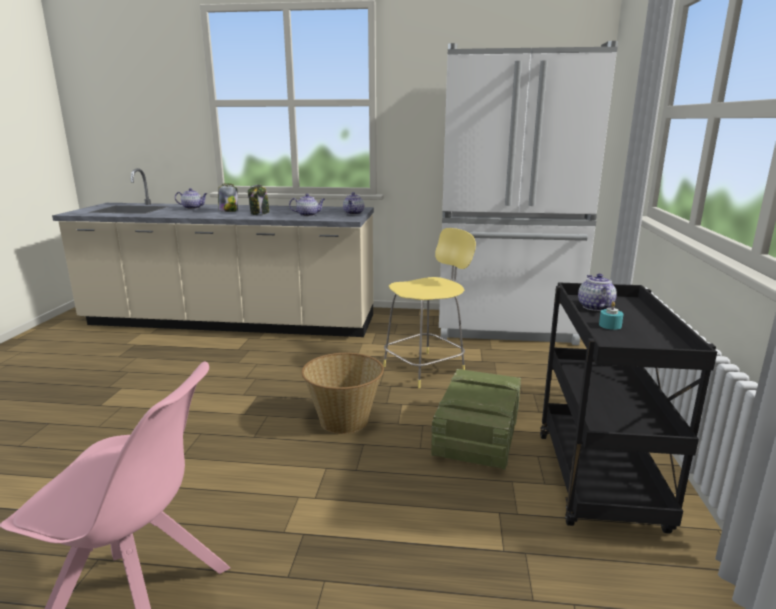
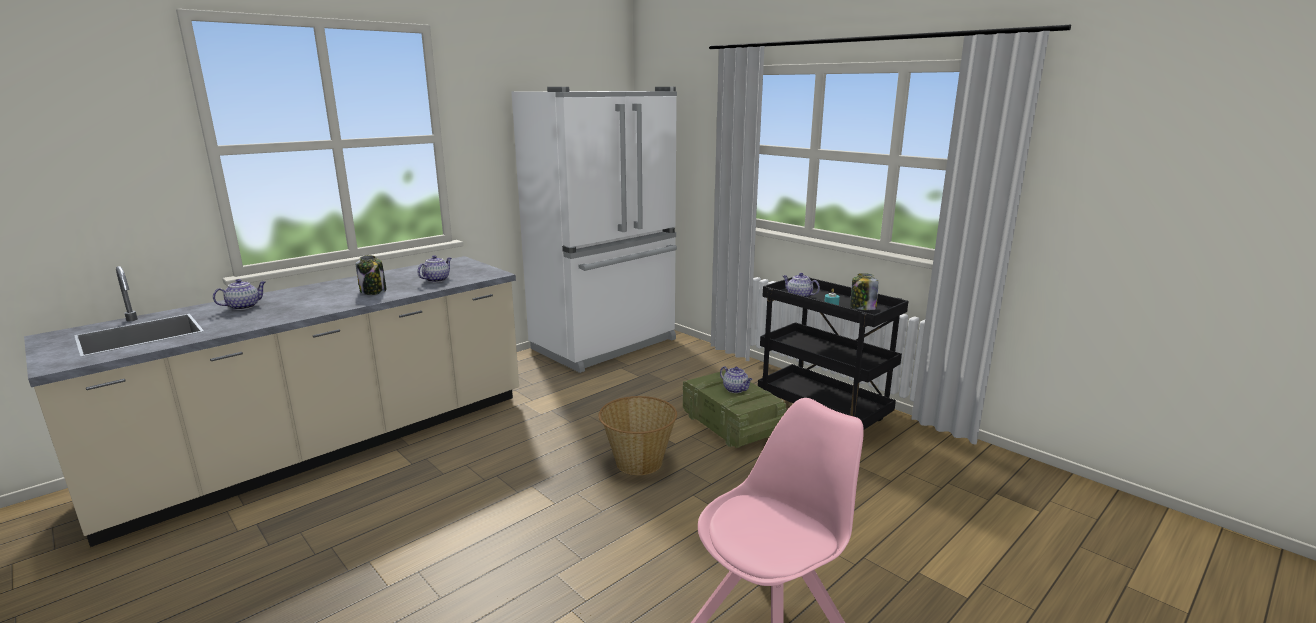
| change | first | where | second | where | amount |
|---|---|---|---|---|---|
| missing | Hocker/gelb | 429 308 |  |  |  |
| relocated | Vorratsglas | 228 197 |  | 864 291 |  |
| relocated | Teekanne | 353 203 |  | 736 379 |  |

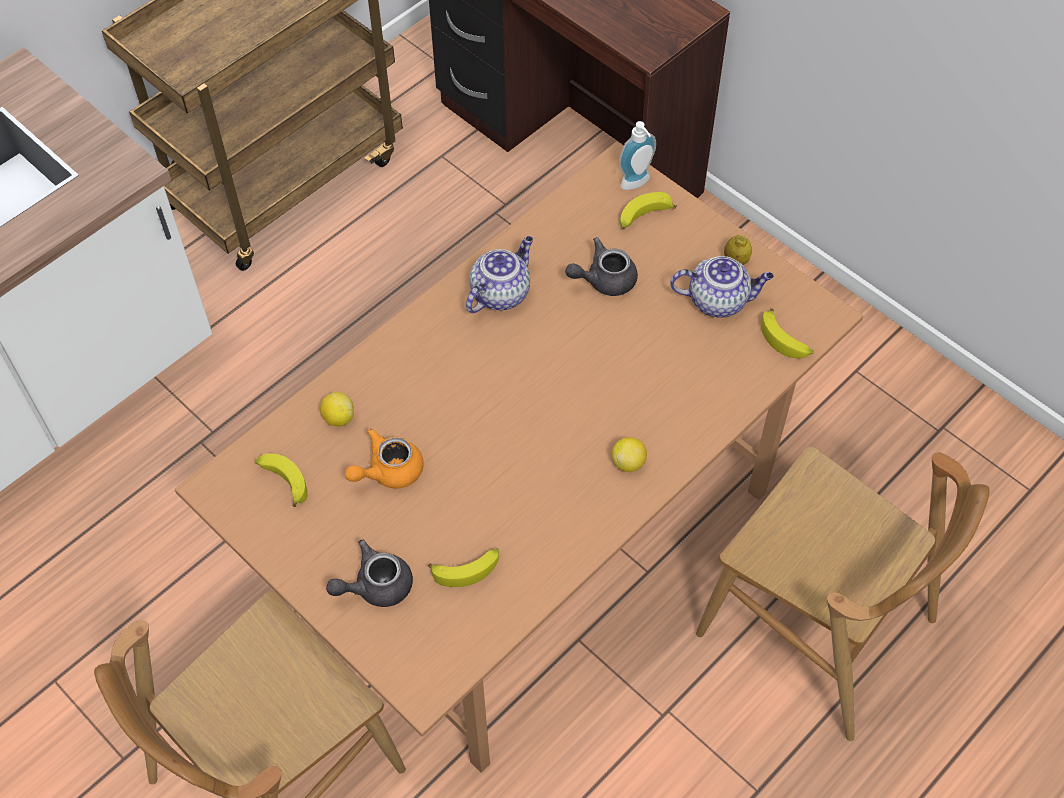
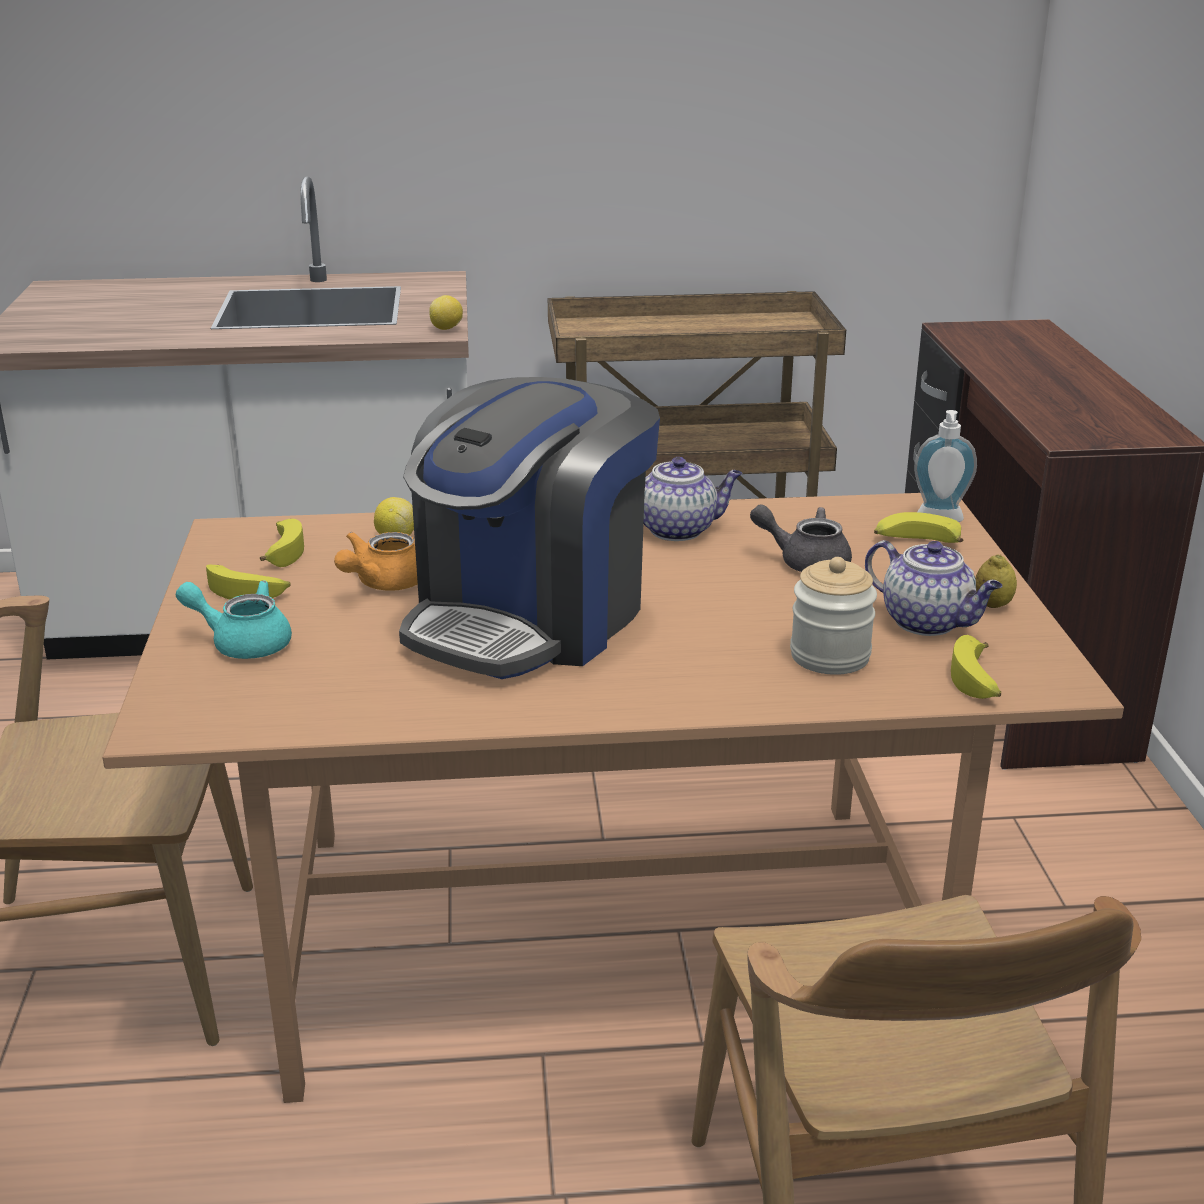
| change | first | where | second | where | amount |
|---|---|---|---|---|---|
| appeared |  |  | Kaffeemaschine | 529 528 |  |
| appeared |  |  | Vorratsglas | 833 616 |  |
| relocated | Banane | 463 567 |  | 248 582 |  |
| relocated | Zitrone | 629 454 |  | 446 312 |  |
| colour | Teekanne/grau | 369 573 | Teekanne/türkis | 233 619 |  |
| spun | Teekanne/orange | 384 458 |  | 376 561 | 60 degrees counterclockwise |

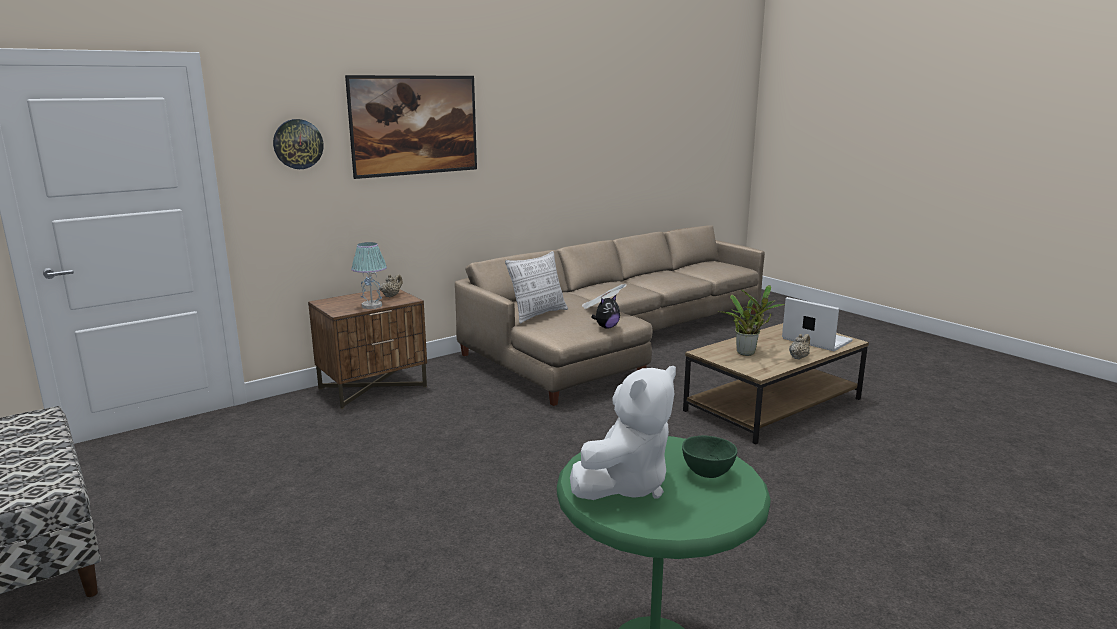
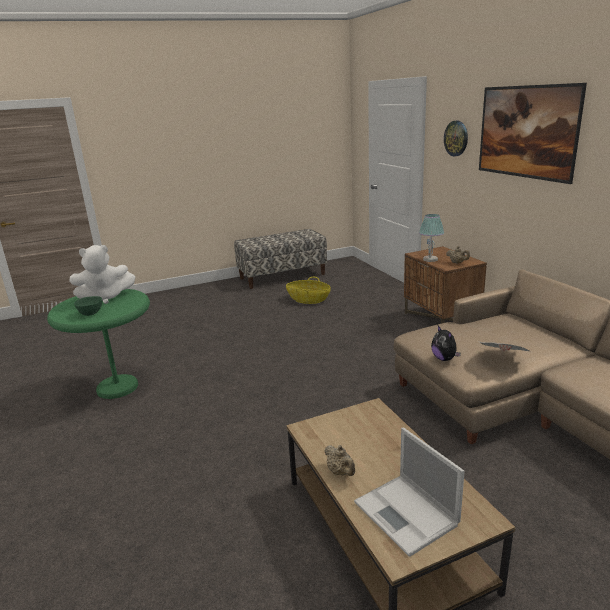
| change | first | where | second | where | amount |
|---|---|---|---|---|---|
| missing | Kissen | 536 287 |  |  |  |
| missing | Topfpflanze | 751 320 |  |  |  |
| appeared |  |  | Korb | 308 290 |  |
| spun | Plüschtier/weiß | 623 433 |  | 102 274 | 75 degrees counterclockwise |
| spun | Laptop | 817 324 |  | 409 492 | 90 degrees clockwise |

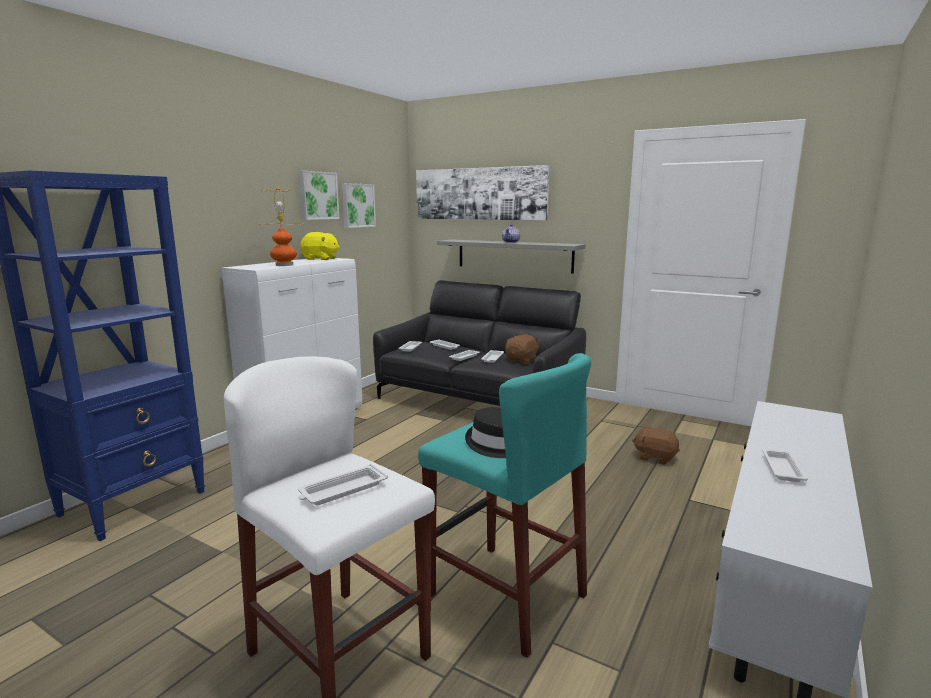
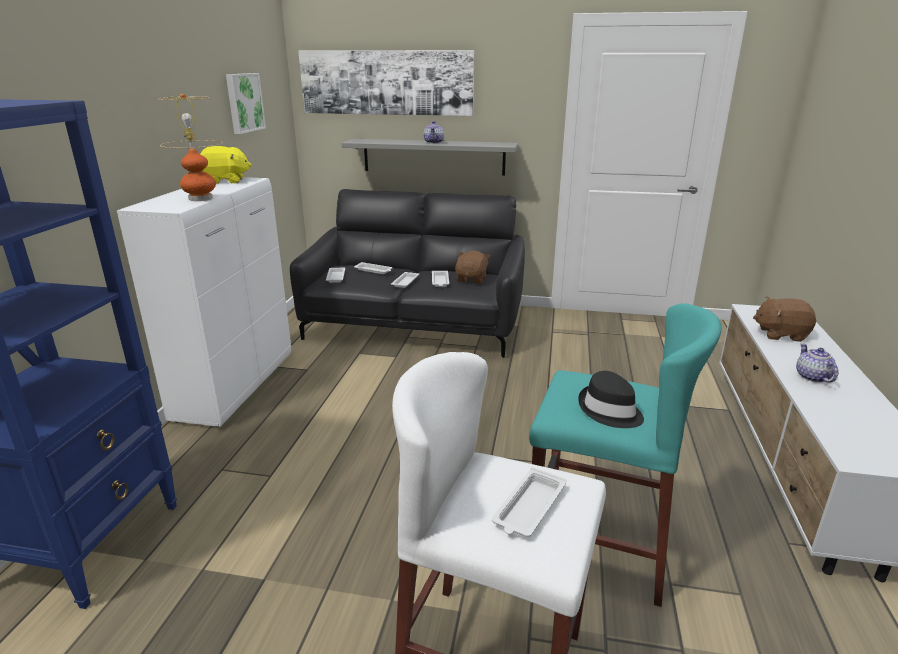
| change | first | where | second | where | amount |
|---|---|---|---|---|---|
| missing | Bild | 319 195 |  |  |  |
| relocated | Plüschtier/braun | 656 445 |  | 784 319 |  |
| exchanged | Tablett/weiß | 785 465 | Teekanne | 817 363 |  |

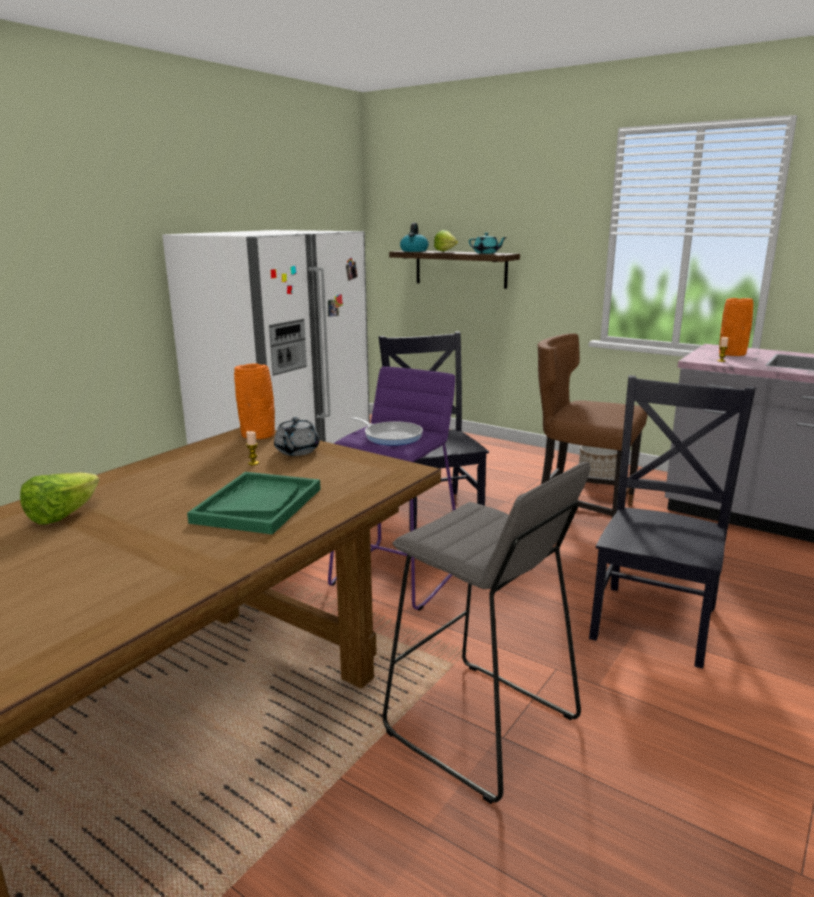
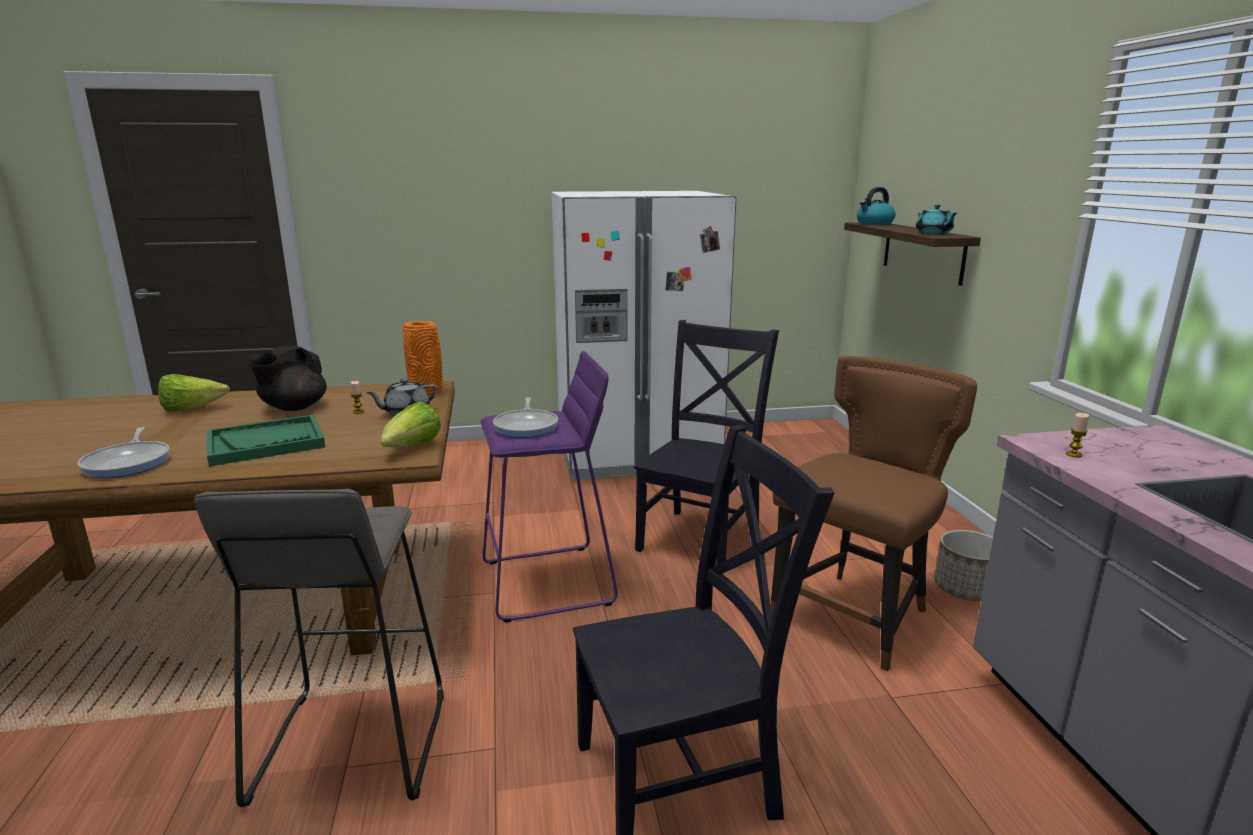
| change | first | where | second | where | amount |
|---|---|---|---|---|---|
| missing | Vase/orange | 736 327 |  |  |  |
| appeared |  |  | Pfanne | 124 452 |  |
| appeared |  |  | Teekanne/schwarz | 287 378 |  |
| relocated | Salatkopf | 446 241 |  | 411 424 |  |
| spun | Stuhl/braun | 593 425 |  | 874 514 | 60 degrees clockwise |

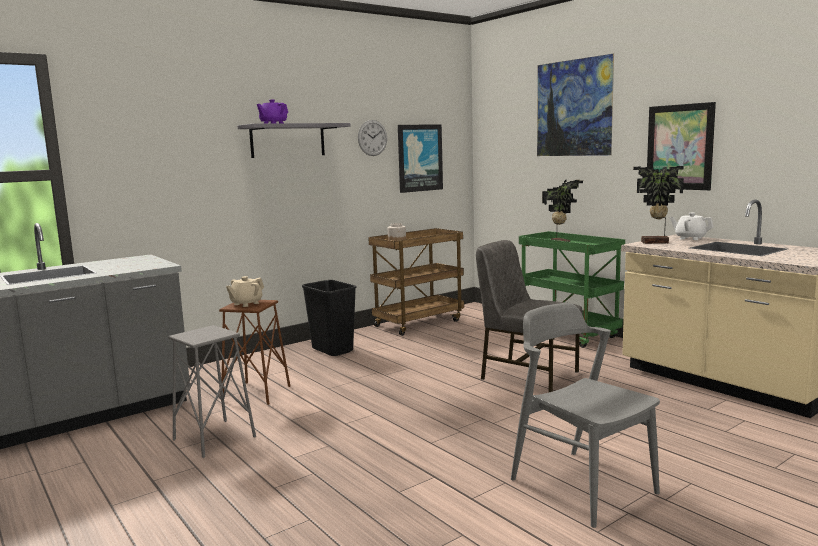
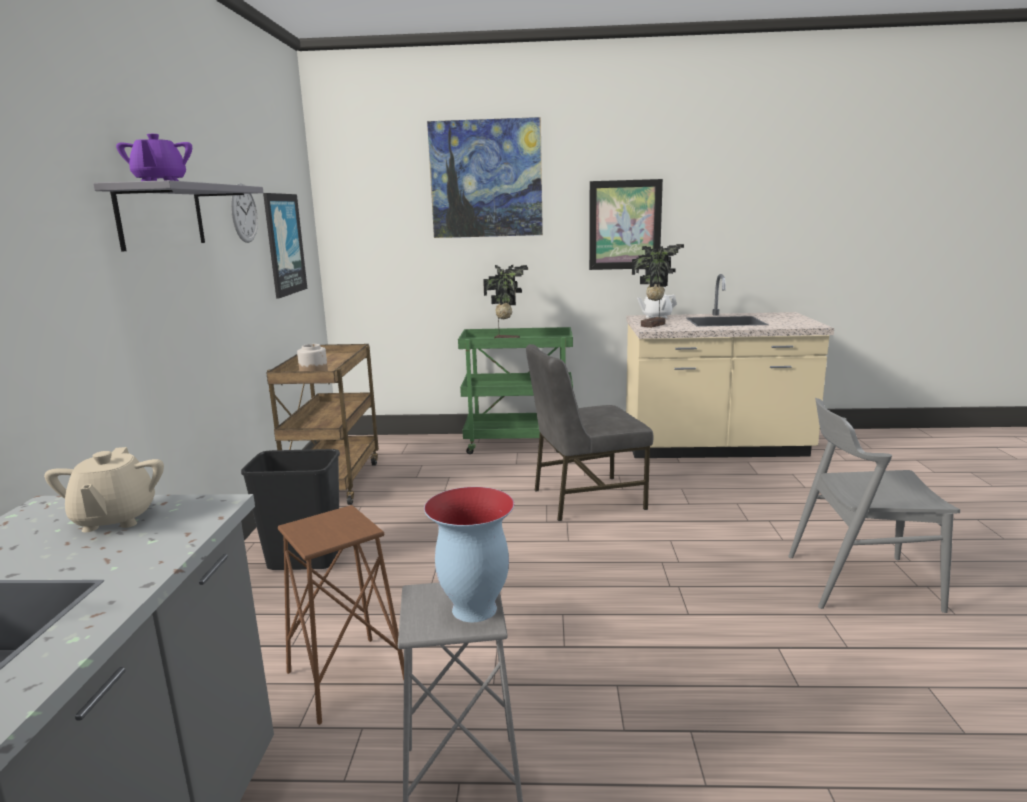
| change | first | where | second | where | amount |
|---|---|---|---|---|---|
| appeared |  |  | Vase | 469 554 |  |
| relocated | Teekanne/beige | 245 291 |  | 104 489 |  |

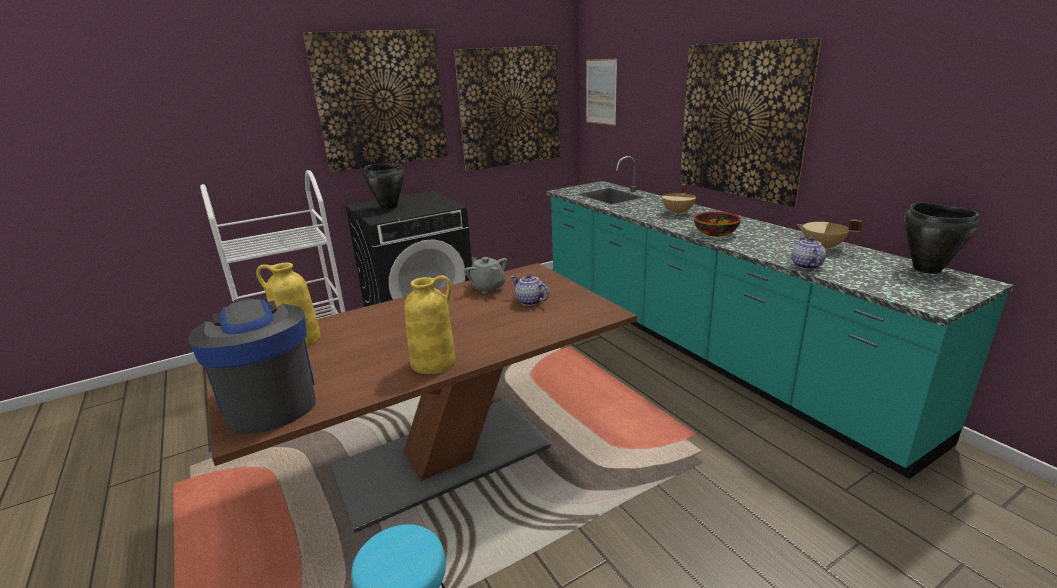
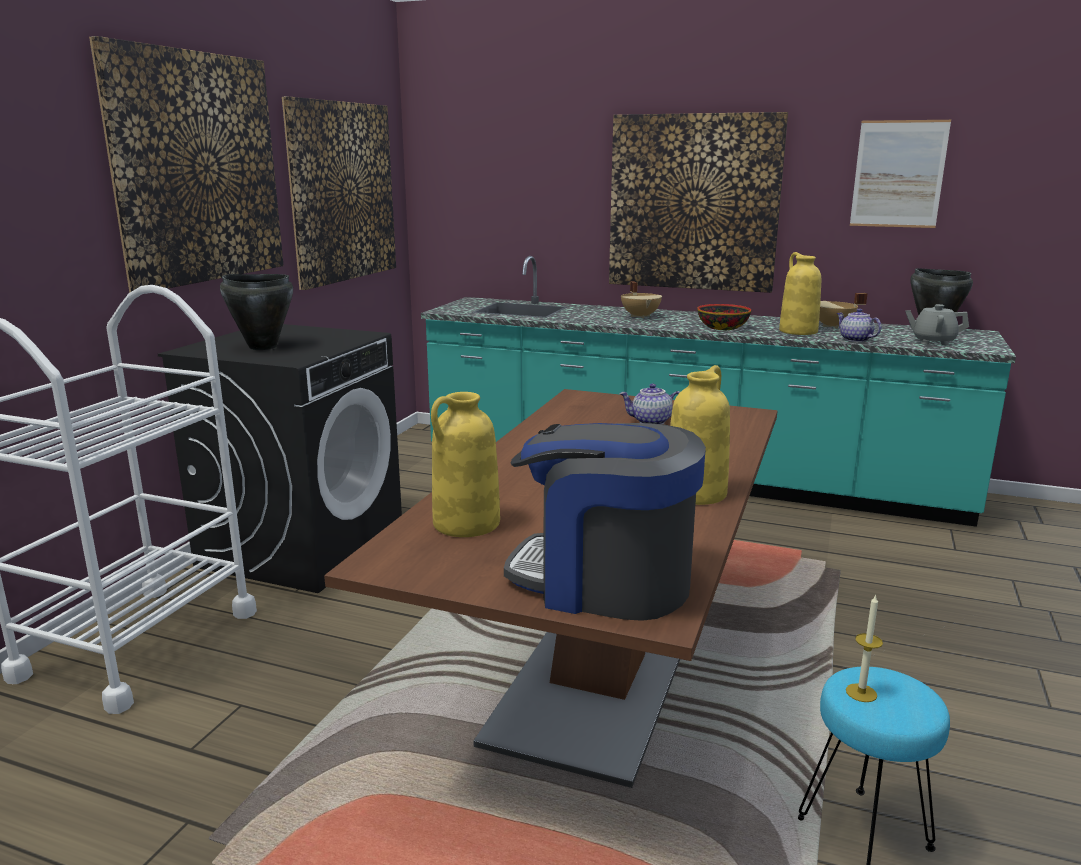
| change | first | where | second | where | amount |
|---|---|---|---|---|---|
| appeared |  |  | Vase/gelb | 800 293 |  |
| appeared |  |  | Kerze | 864 648 |  |
| relocated | Teekanne/grau | 485 275 |  | 937 324 |  |
| relocated | Bild | 601 92 |  | 900 174 |  |

